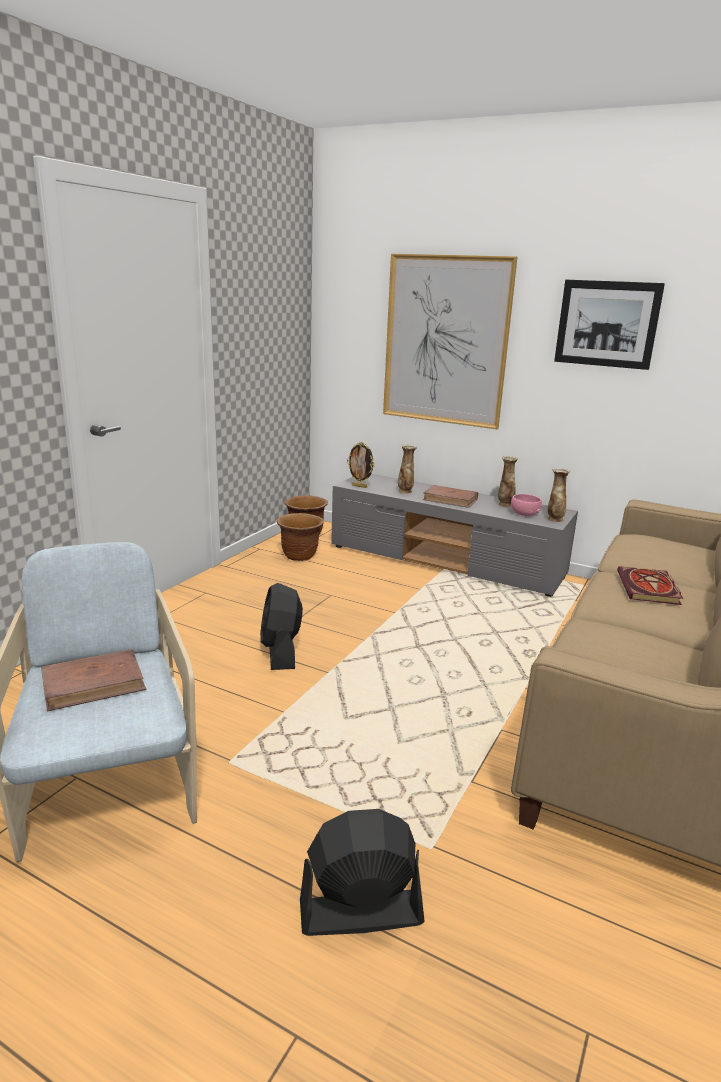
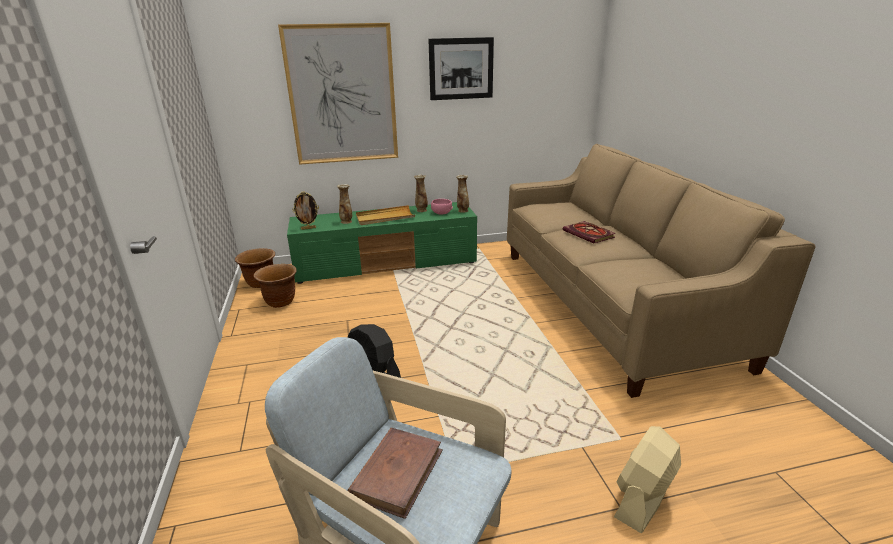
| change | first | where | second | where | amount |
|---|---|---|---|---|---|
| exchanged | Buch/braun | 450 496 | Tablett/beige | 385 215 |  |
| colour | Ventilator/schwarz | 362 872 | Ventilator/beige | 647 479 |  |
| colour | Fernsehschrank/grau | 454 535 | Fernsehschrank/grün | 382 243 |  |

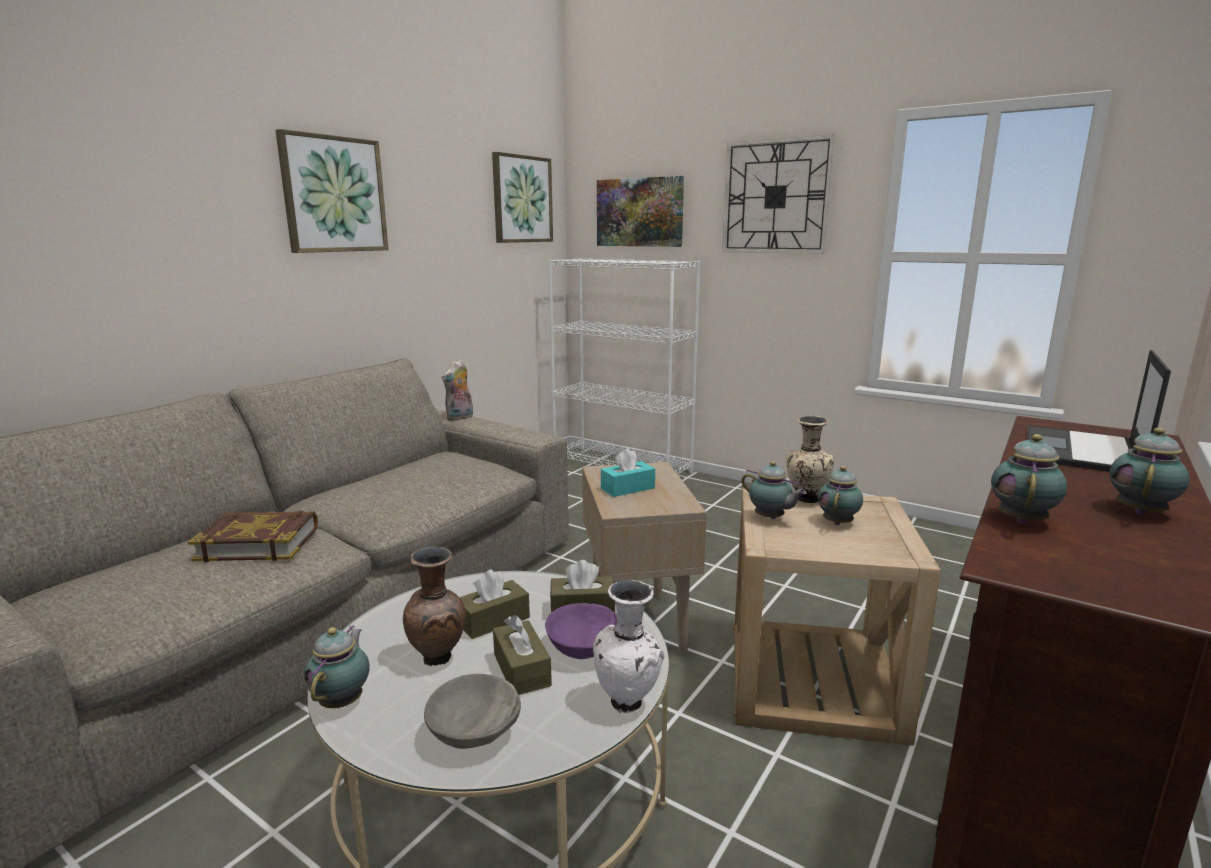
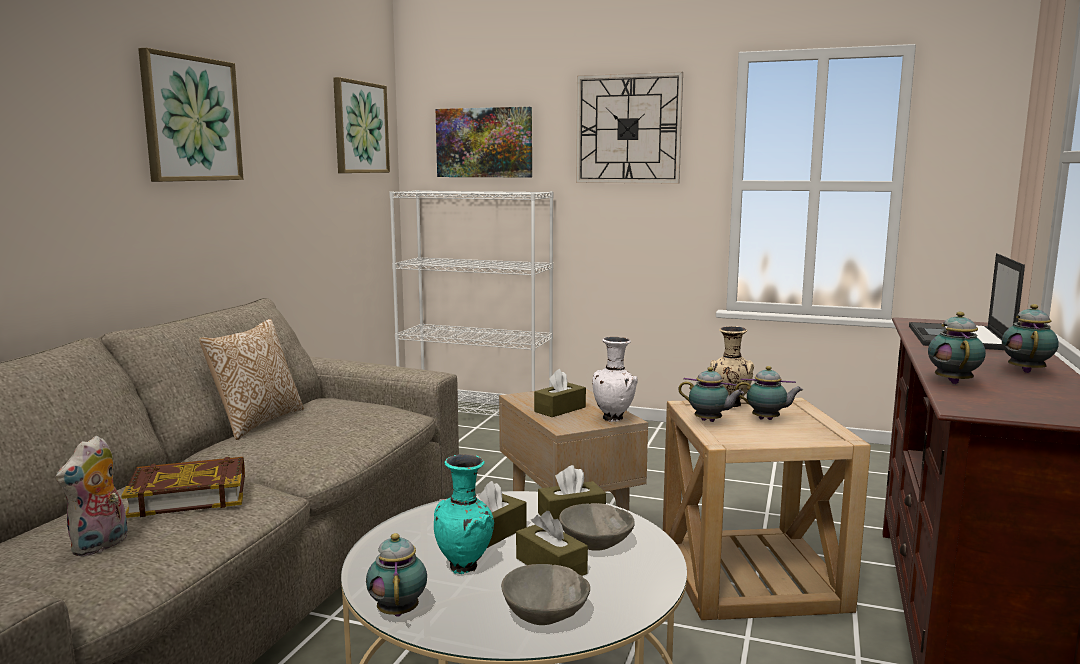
| change | first | where | second | where | amount |
|---|---|---|---|---|---|
| appeared |  |  | Kissen | 251 379 |  |
| relocated | Plüschtier | 457 390 |  | 92 496 |  |
| relocated | Vase/weiß | 628 646 |  | 615 380 |  |
| colour | Vase/braun | 434 606 | Vase/türkis | 464 514 |  |
| colour | Schüssel/lila | 581 631 | Schüssel/grau | 597 527 |  |
| colour | Taschentuchbox/türkis | 628 472 | Taschentuchbox/braun | 560 393 |  |
| spun | Teekanne | 840 495 |  | 769 393 | 90 degrees clockwise |

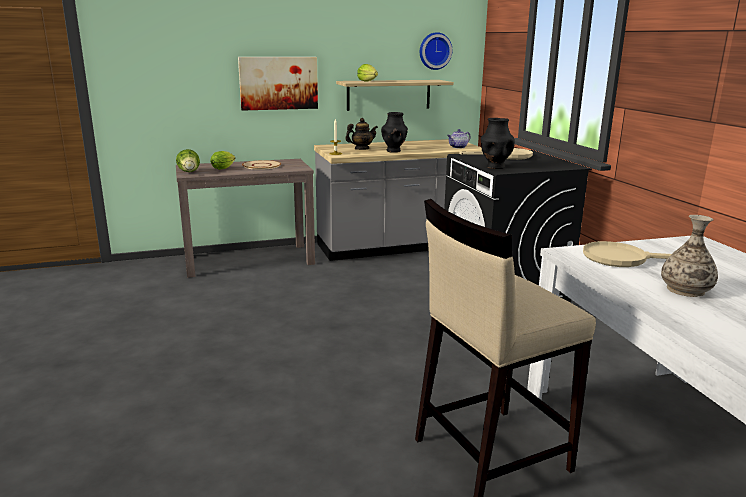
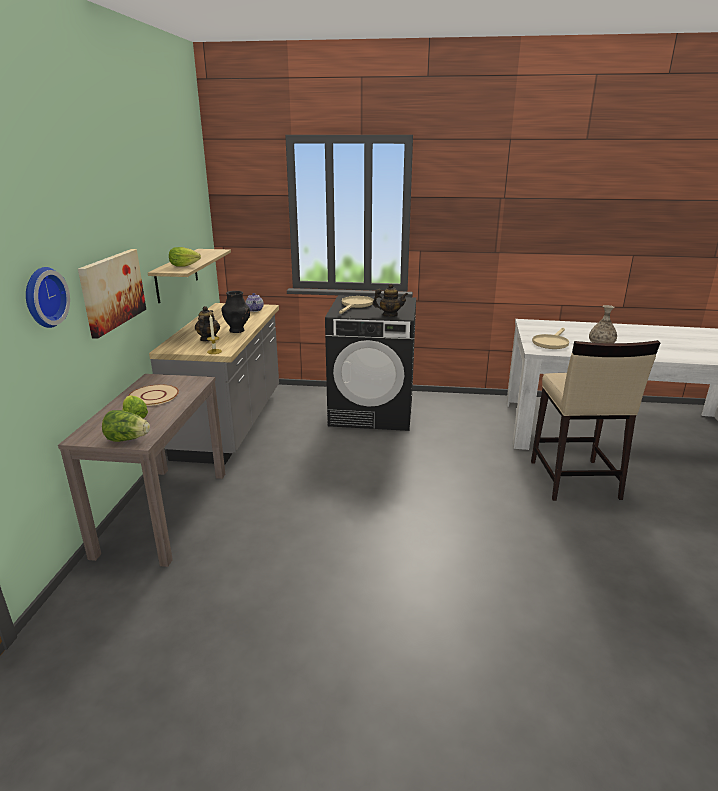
| change | first | where | second | where | amount |
|---|---|---|---|---|---|
| relocated | Wanduhr | 436 51 |  | 48 297 |  |
| exchanged | Vase/schwarz | 498 143 | Teekanne | 390 300 |  |

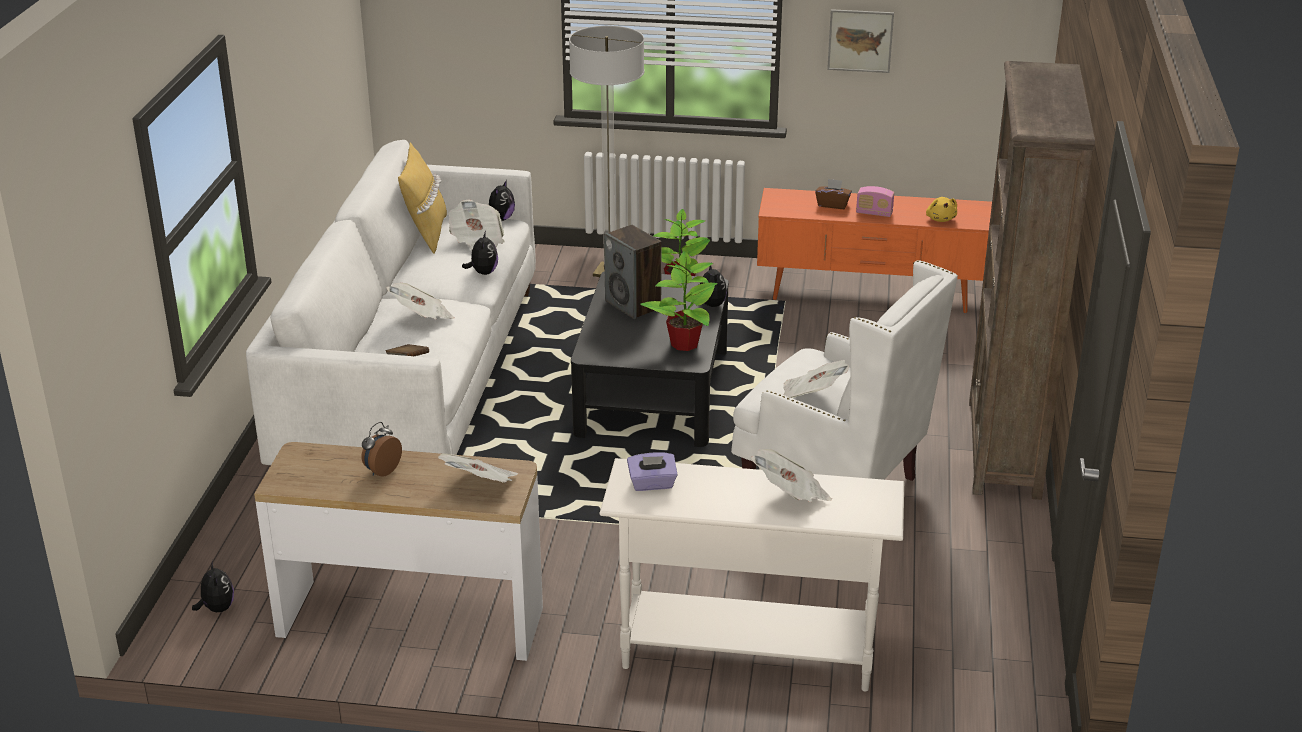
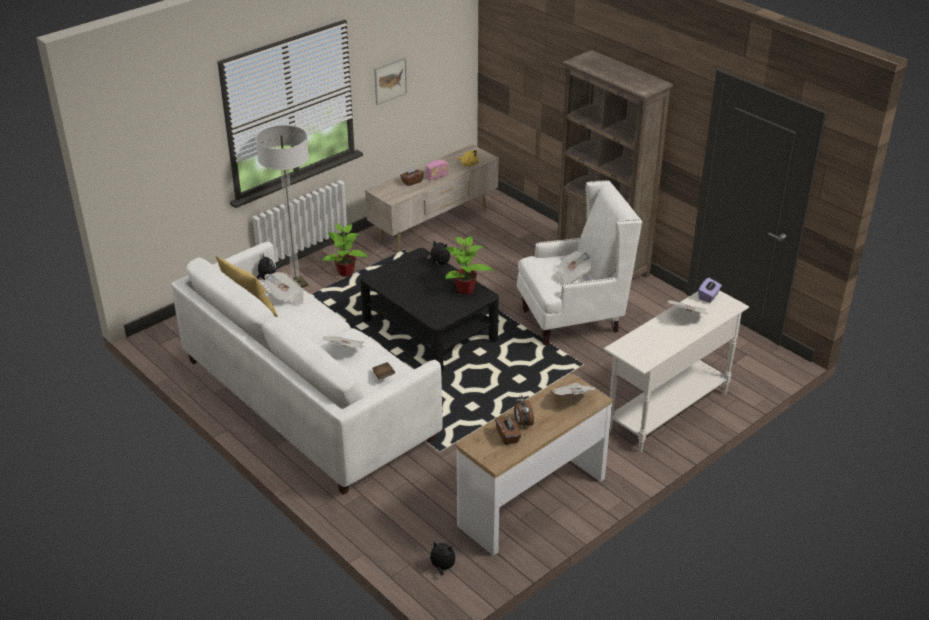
| change | first | where | second | where | amount |
|---|---|---|---|---|---|
| missing | Plüschtier | 480 253 |  |  |  |
| missing | Lautsprecher | 633 272 |  |  |  |
| appeared |  |  | Taschentuchbox/braun | 508 430 |  |
| relocated | Taschentuchbox/lila | 652 471 |  | 710 290 |  |
| colour | Fernsehschrank/orange | 874 250 | Fernsehschrank/beige | 432 198 |  |

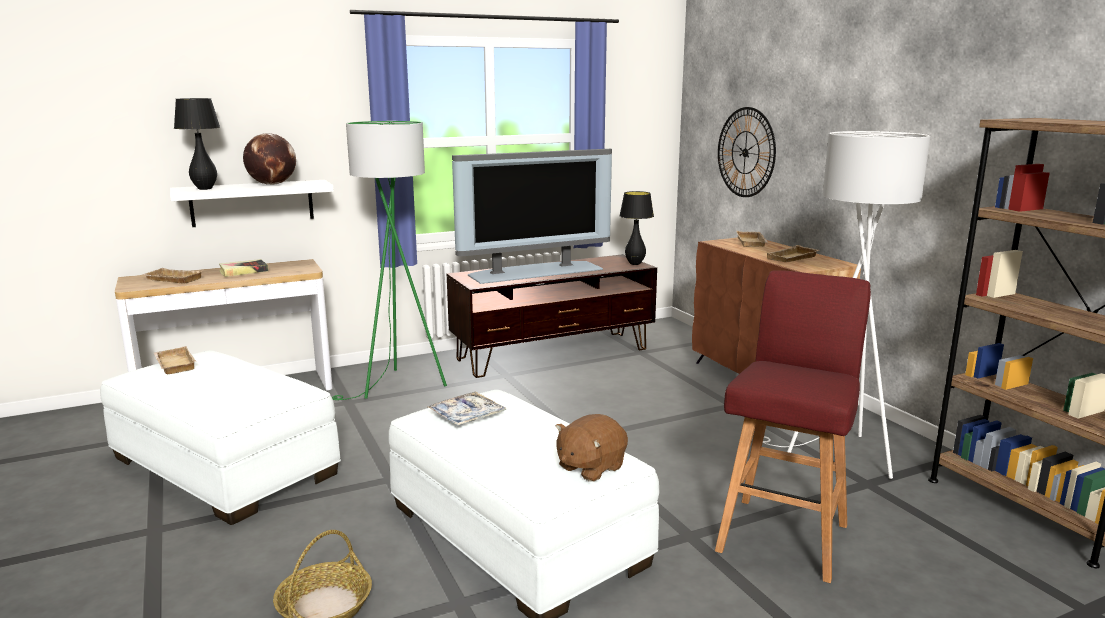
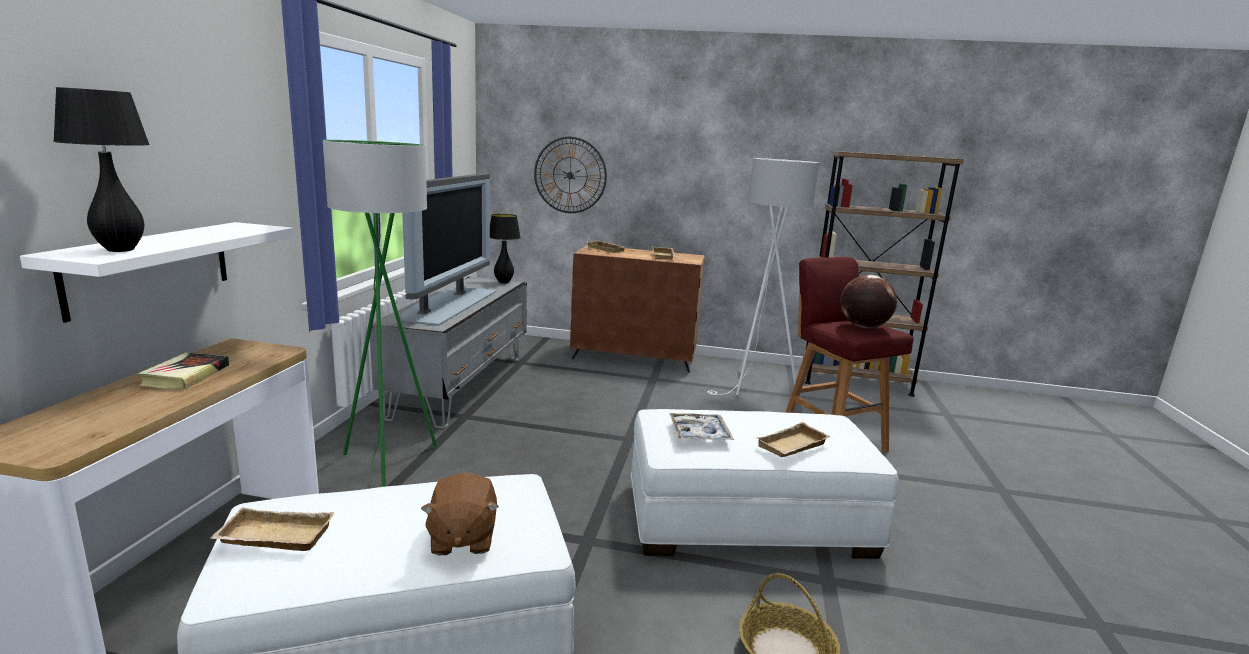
| change | first | where | second | where | amount |
|---|---|---|---|---|---|
| relocated | Tablett/beige | 172 275 |  | 794 439 |  |
| relocated | Globus | 269 159 |  | 868 301 |  |
| relocated | Plüschtier/braun | 592 448 |  | 460 514 |  |
| colour | Fernsehschrank/braun | 551 316 | Fernsehschrank/grau | 448 353 |  |

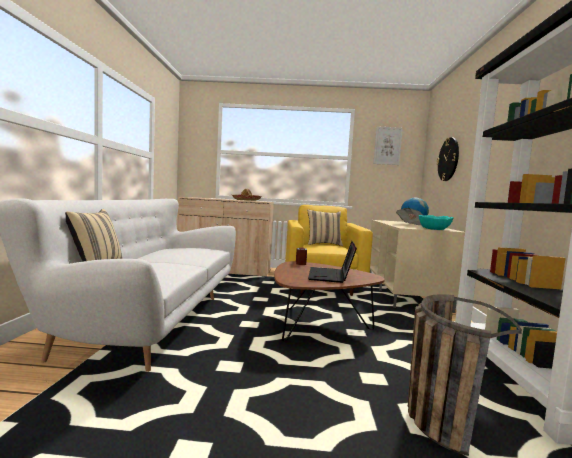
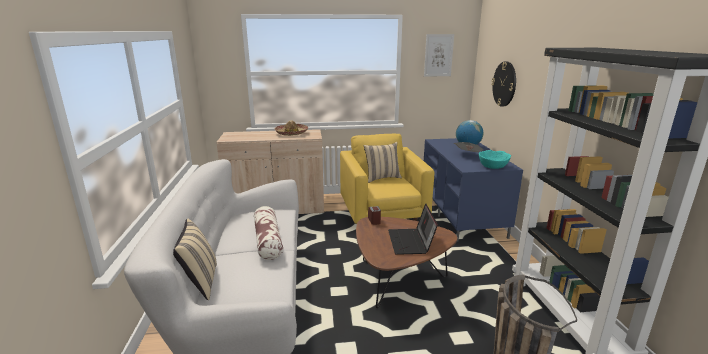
| change | first | where | second | where | amount |
|---|---|---|---|---|---|
| appeared |  |  | Kissen | 268 233 |  |
| colour | Fernsehschrank/beige | 417 266 | Fernsehschrank/blau | 473 189 |  |

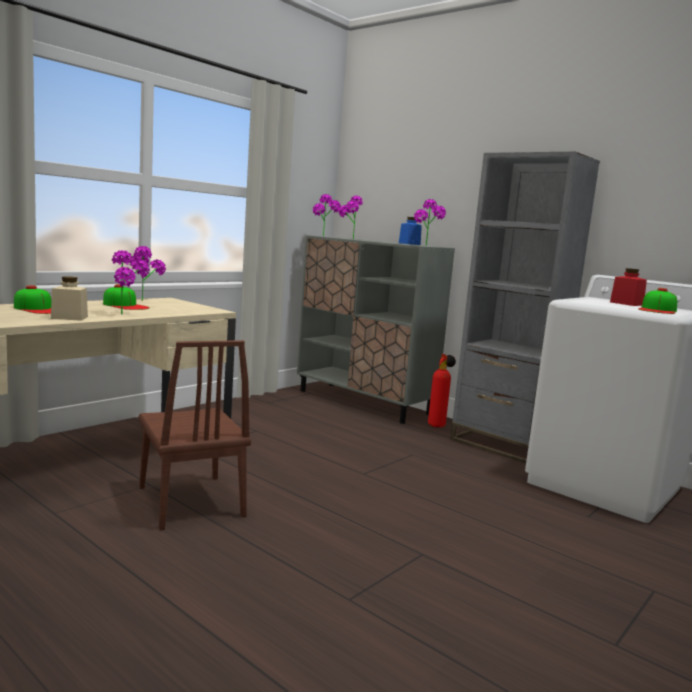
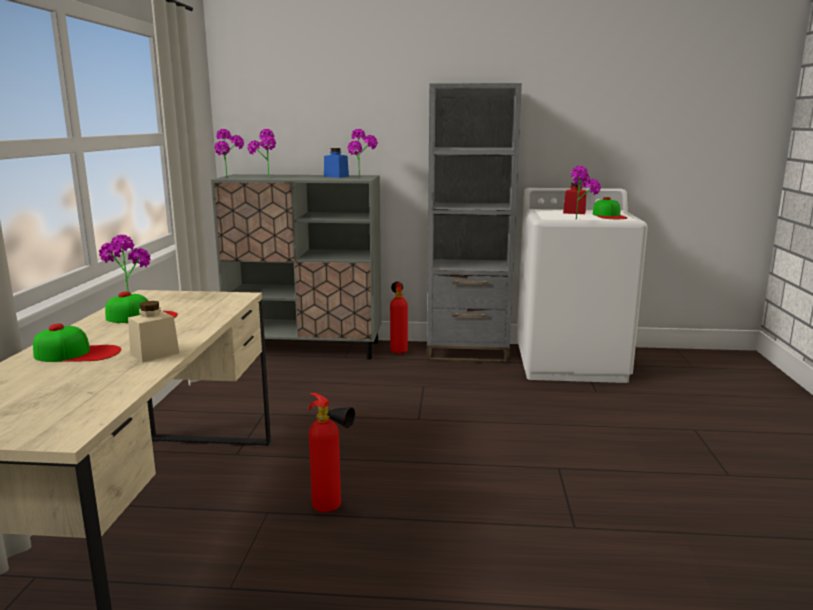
| change | first | where | second | where | amount |
|---|---|---|---|---|---|
| relocated | Topfpflanze | 131 282 |  | 586 193 |  |
| exchanged | Stuhl/braun | 195 435 | Feuerlöscher | 332 453 |  |

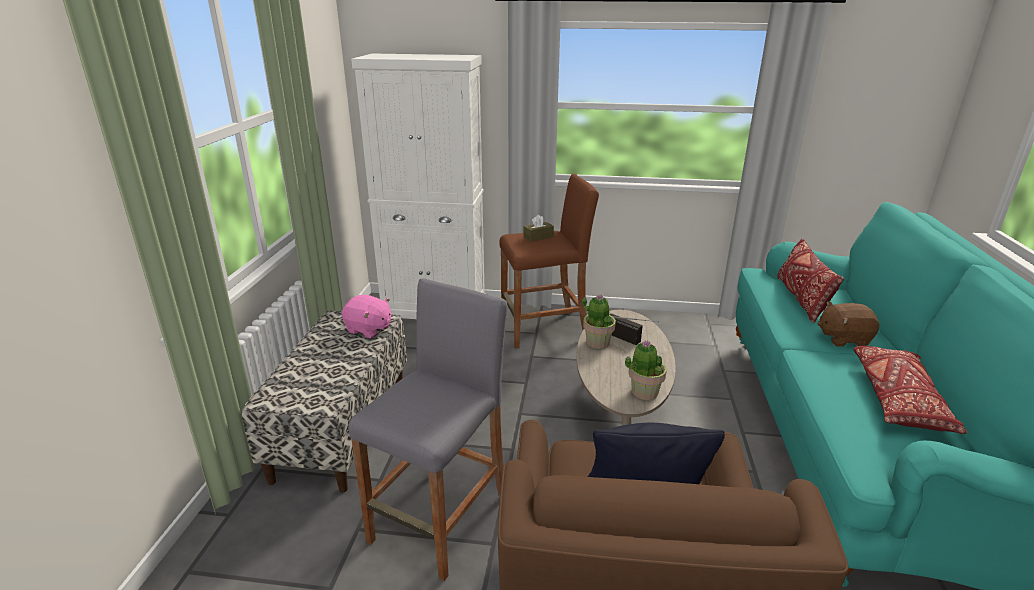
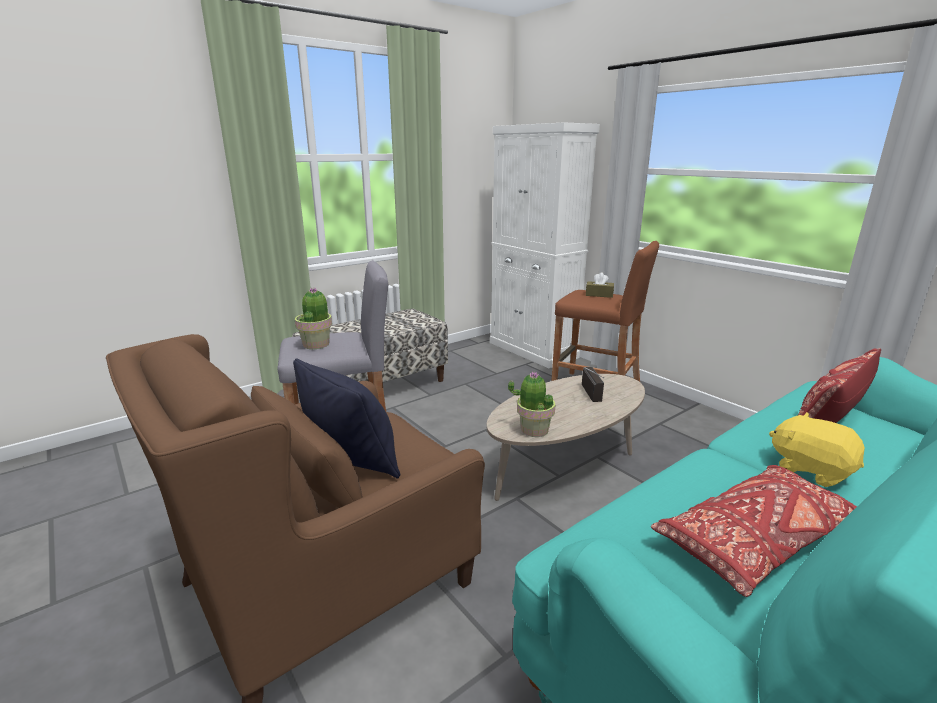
| change | first | where | second | where | amount |
|---|---|---|---|---|---|
| missing | Plüschtier/rosa | 366 316 |  |  |  |
| relocated | Topfpflanze | 599 322 |  | 313 318 |  |
| colour | Plüschtier/braun | 848 324 | Plüschtier/gelb | 817 449 |  |

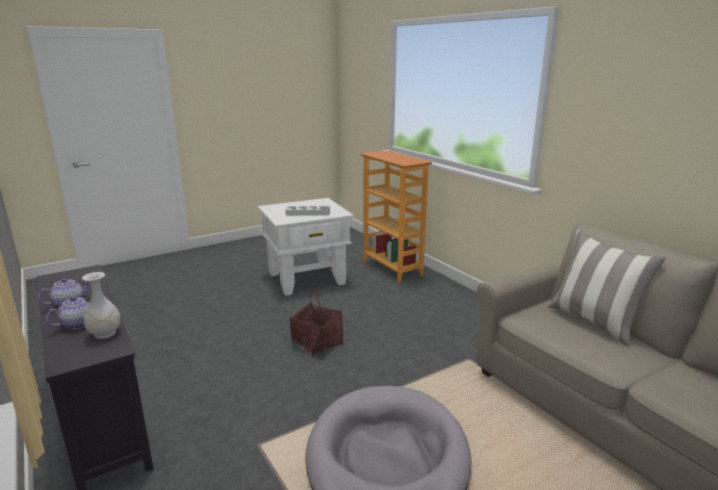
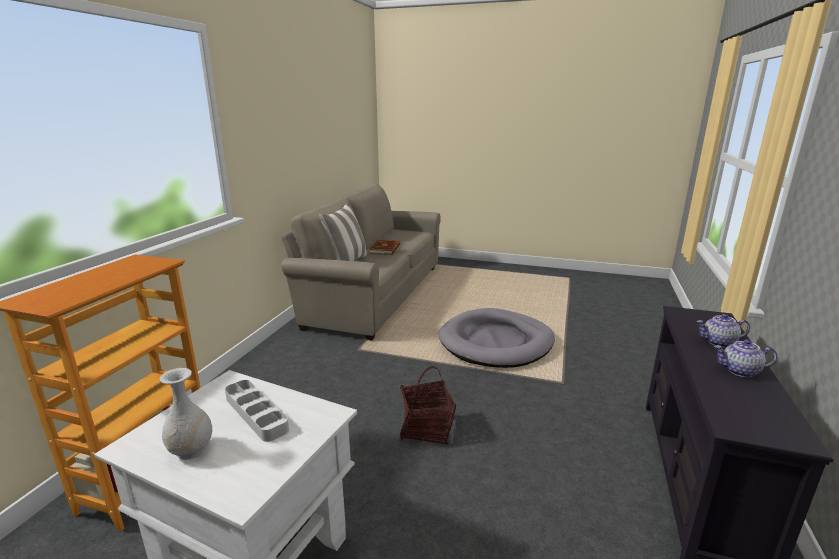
| change | first | where | second | where | amount |
|---|---|---|---|---|---|
| appeared |  |  | Buch/braun | 384 247 |  |
| relocated | Vase/weiß | 101 305 |  | 186 414 |  |

